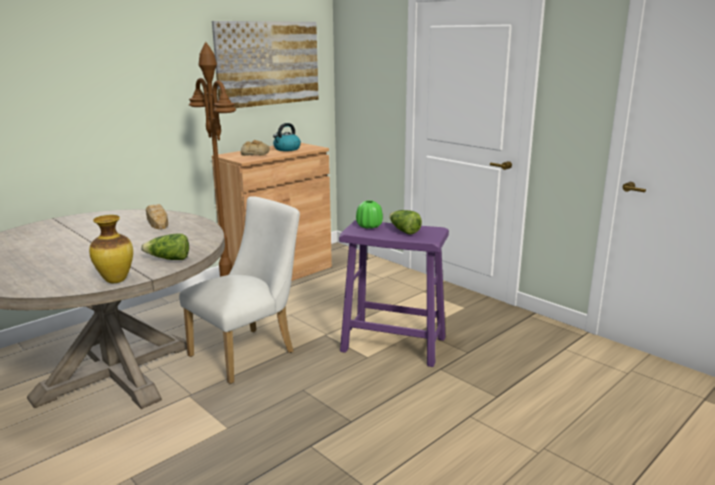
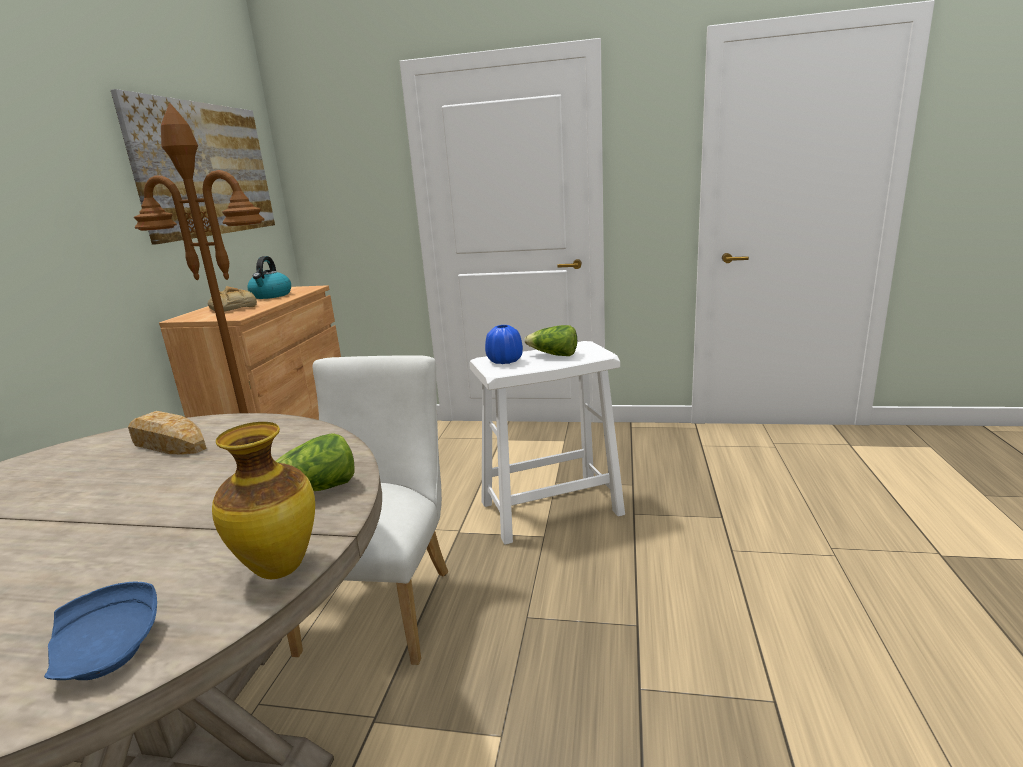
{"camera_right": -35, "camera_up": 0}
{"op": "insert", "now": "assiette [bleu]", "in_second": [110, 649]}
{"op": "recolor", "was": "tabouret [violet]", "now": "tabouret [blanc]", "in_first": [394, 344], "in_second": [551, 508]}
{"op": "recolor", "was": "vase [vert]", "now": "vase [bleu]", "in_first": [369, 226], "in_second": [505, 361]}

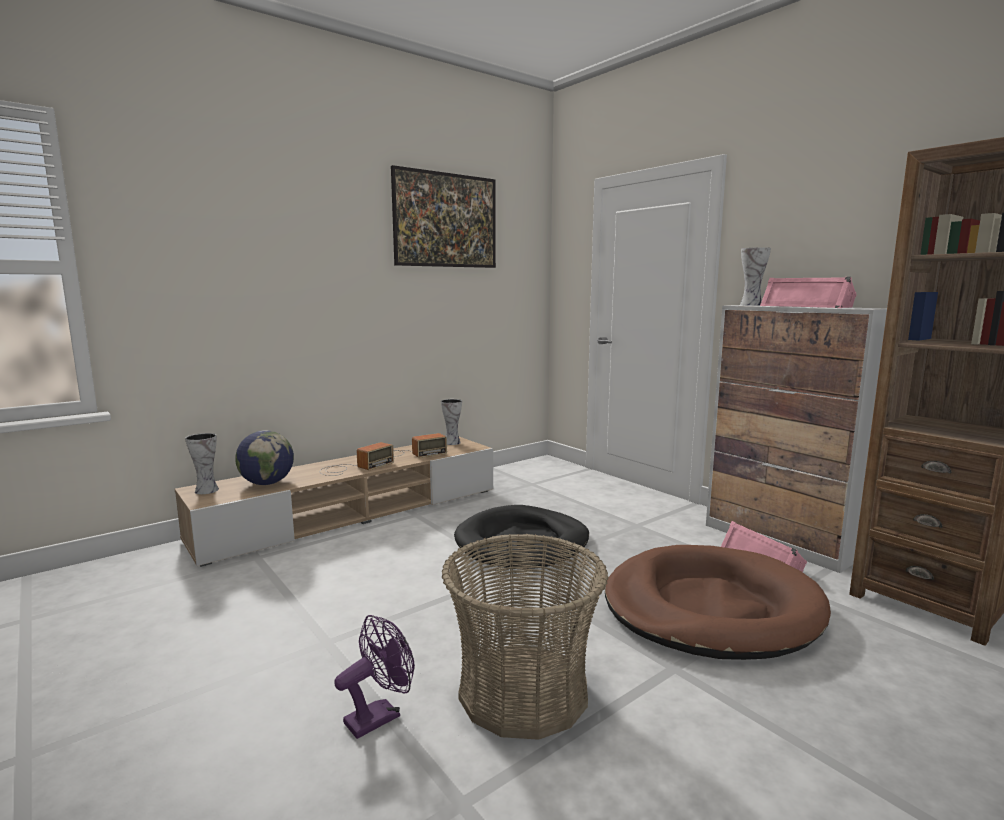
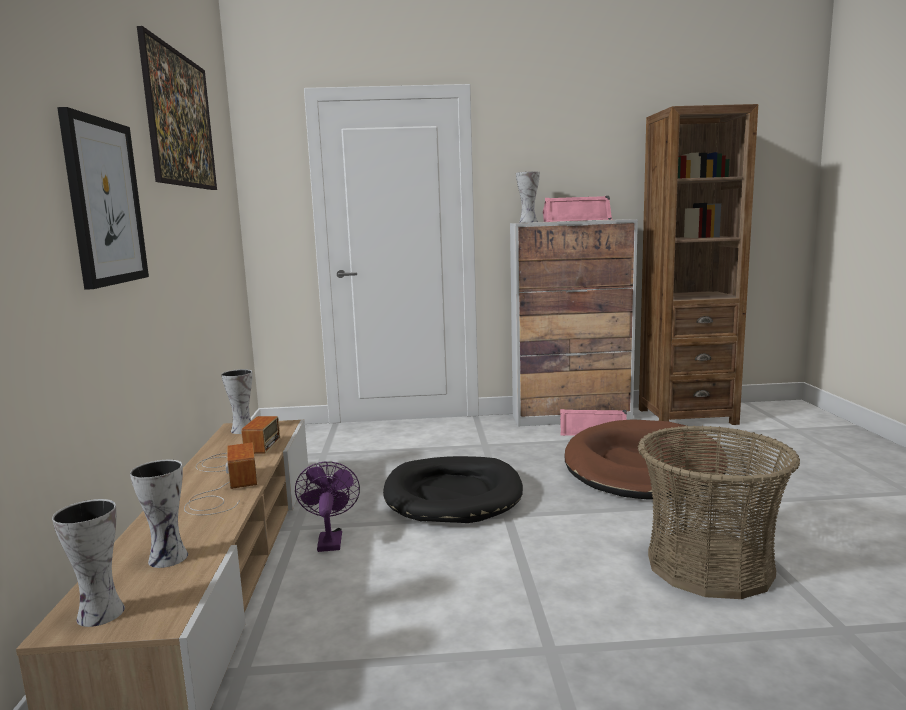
{"camera_right": -55, "camera_up": 0}
{"op": "insert", "now": "tableau", "in_second": [104, 202]}
{"op": "replace", "was": "globe", "now": "vase", "in_first": [267, 483], "in_second": [170, 557]}
{"op": "move", "was": "ventilateur [violet]", "in_first": [379, 716], "in_second": [330, 539]}

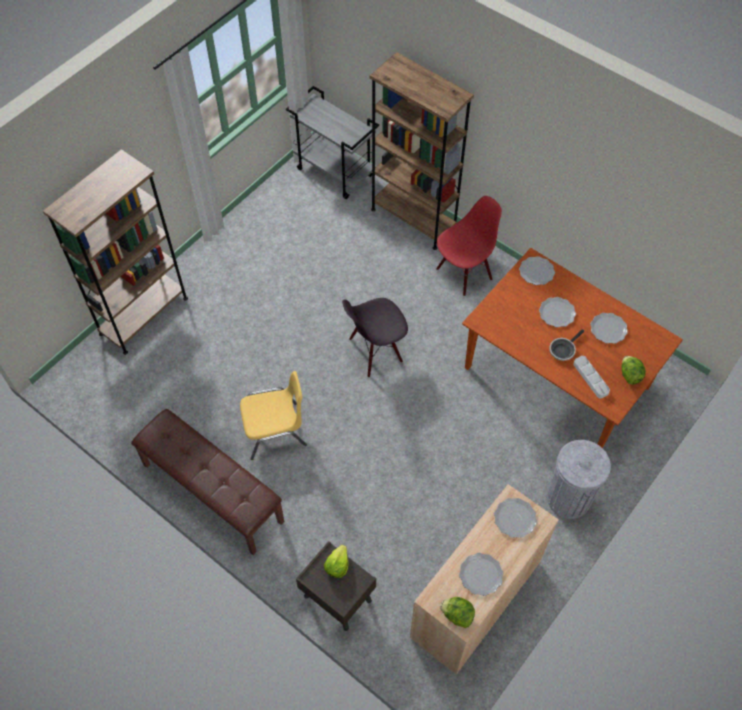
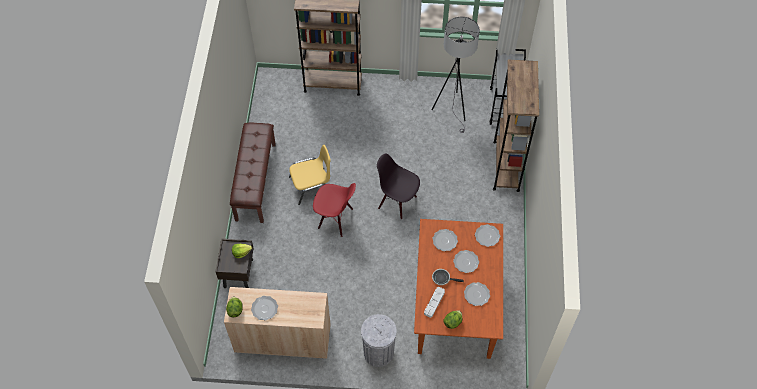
{"camera_right": 55, "camera_up": 0}
{"op": "rotate", "was": "chaise [jaune]", "in_first": [275, 430], "in_second": [312, 186], "clockwise": -60}
{"op": "move", "was": "chaise [rouge]", "in_first": [464, 273], "in_second": [335, 219]}
{"op": "insert", "now": "lampadaire [gris]", "in_second": [453, 109]}
{"op": "move", "was": "assiette", "in_first": [514, 518], "in_second": [444, 240]}

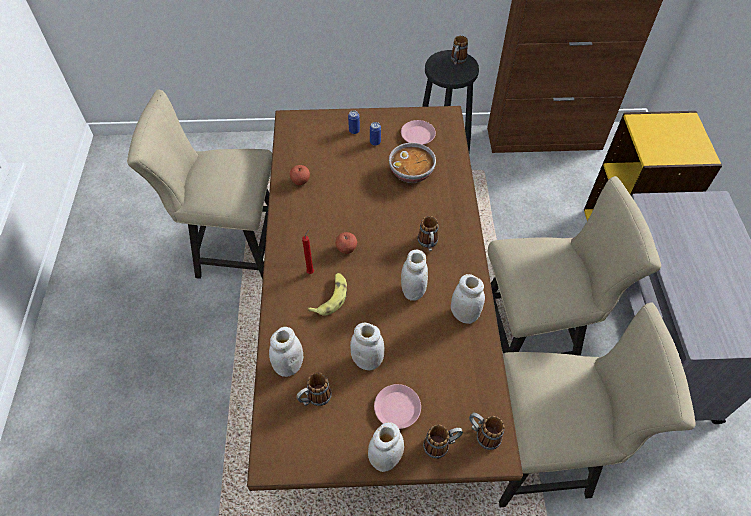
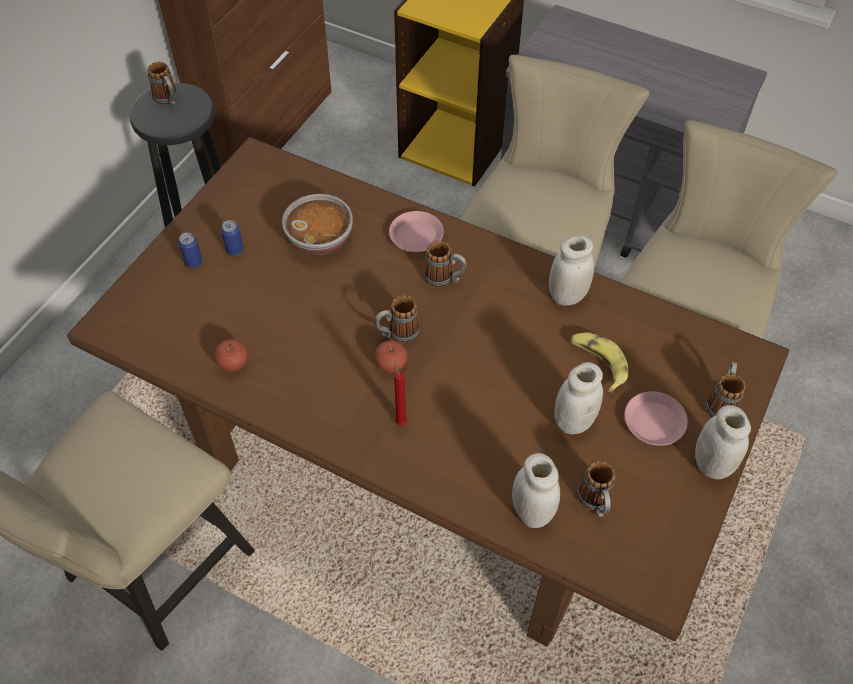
{"camera_right": -60, "camera_up": 0}
{"op": "move", "was": "mug", "in_first": [483, 435], "in_second": [397, 333]}
{"op": "move", "was": "assiette [rose]", "in_first": [417, 135], "in_second": [416, 236]}
{"op": "move", "was": "banane", "in_first": [331, 297], "in_second": [598, 363]}
{"op": "delete", "was": "bocal [blanc]", "in_first": [413, 291]}

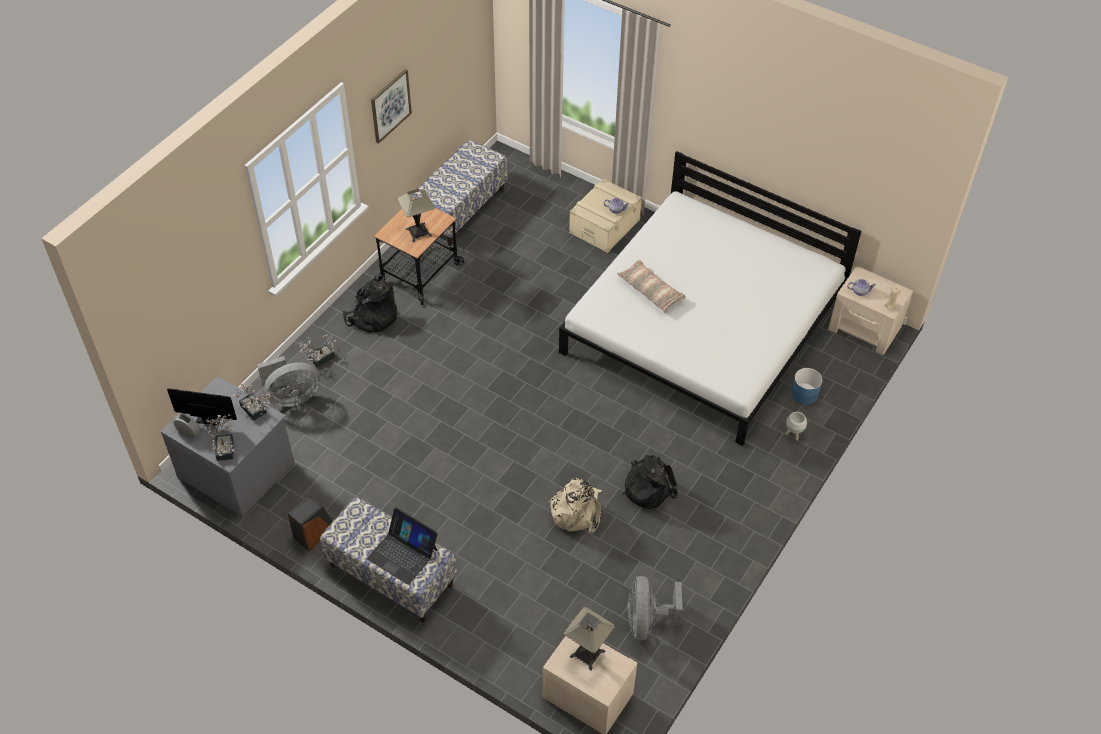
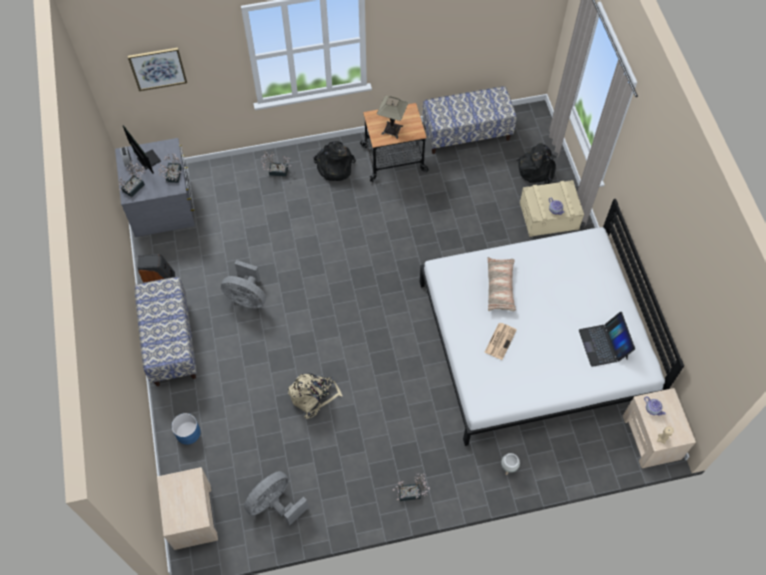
{"camera_right": 45, "camera_up": 10}
{"op": "move", "was": "tableau", "in_first": [390, 105], "in_second": [158, 68]}
{"op": "move", "was": "cache-pot [bleu]", "in_first": [804, 394], "in_second": [188, 433]}
{"op": "move", "was": "ventilateur [gris]", "in_first": [292, 397], "in_second": [247, 297]}
{"op": "insert", "now": "plante en pot", "in_second": [412, 493]}
{"op": "insert", "now": "journal", "in_second": [500, 340]}
{"op": "move", "was": "sac à dos [noir]", "in_first": [647, 487], "in_second": [536, 169]}
{"op": "move", "was": "ordinateur portable", "in_first": [403, 553], "in_second": [603, 344]}
{"op": "delete", "was": "lampe de table", "in_first": [587, 654]}

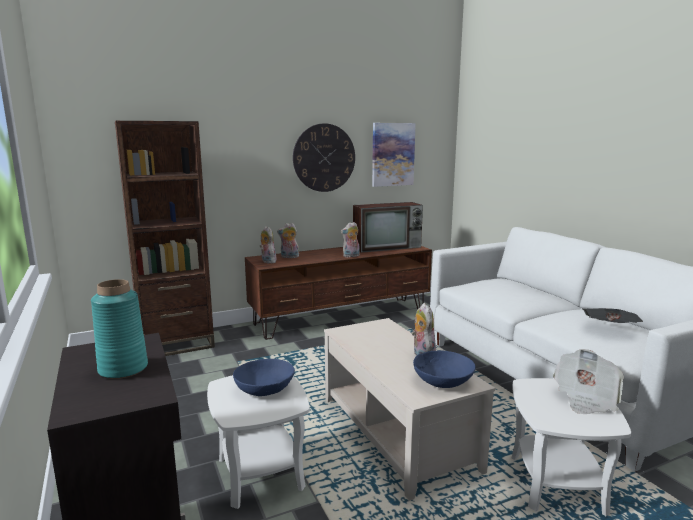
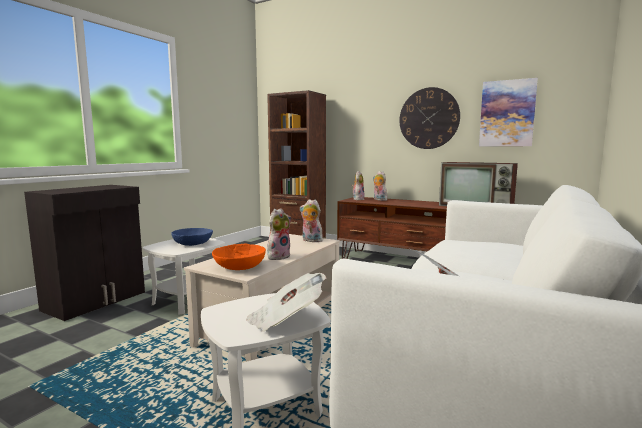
{"camera_right": 55, "camera_up": -5}
{"op": "recolor", "was": "bol [bleu]", "now": "bol [orange]", "in_first": [442, 381], "in_second": [239, 267]}
{"op": "move", "was": "peluche", "in_first": [351, 256], "in_second": [311, 240]}
{"op": "delete", "was": "vase [turquoise]", "in_first": [123, 369]}

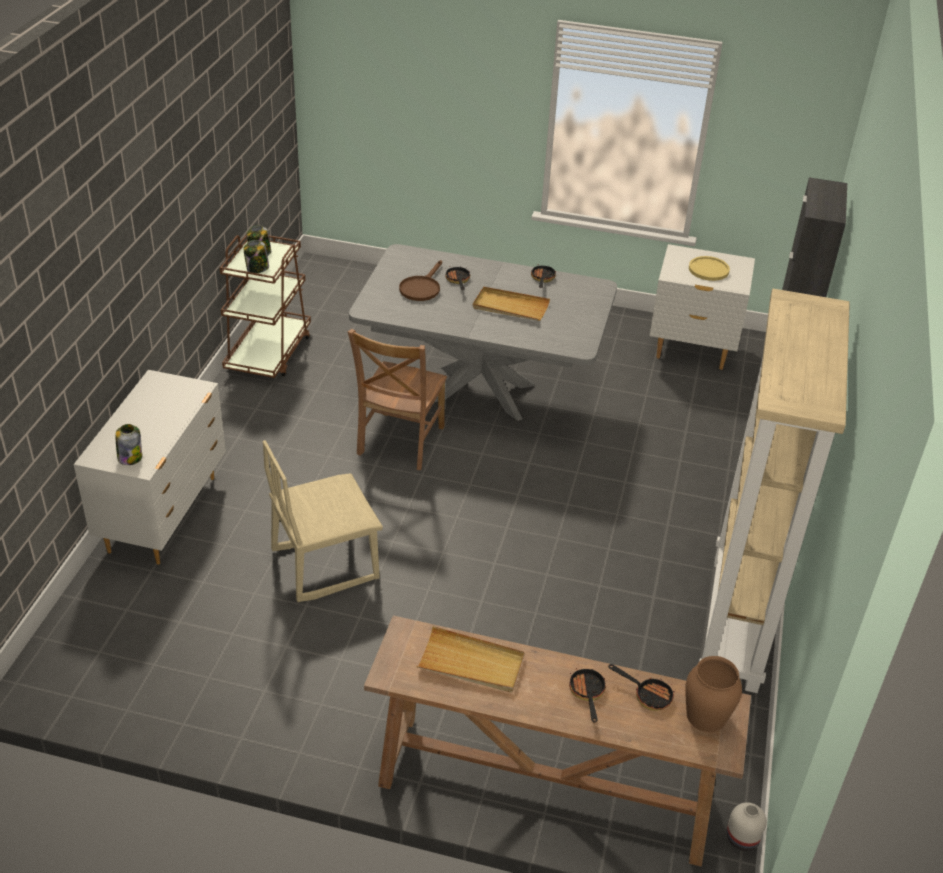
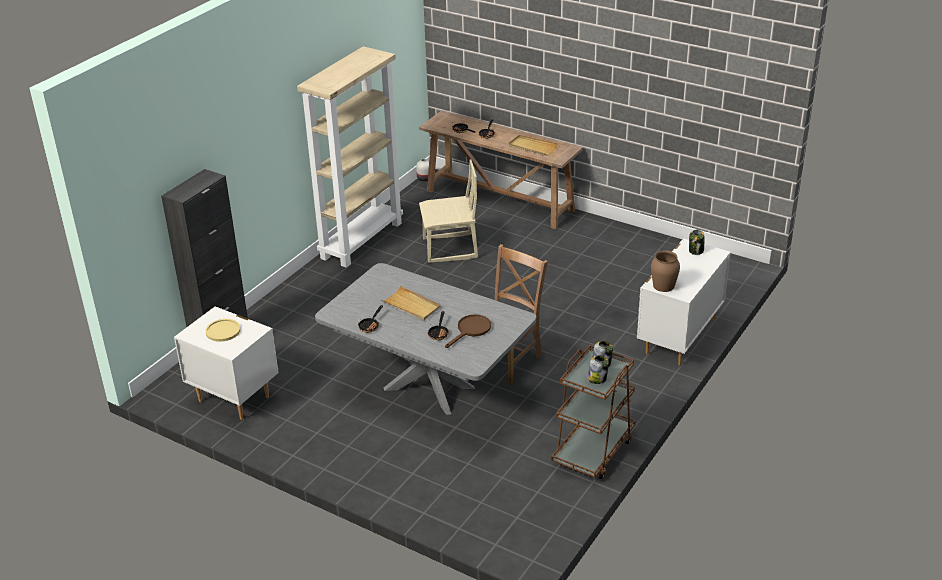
{"camera_right": -160, "camera_up": -5}
{"op": "move", "was": "chaise [beige]", "in_first": [324, 564], "in_second": [450, 249]}
{"op": "move", "was": "vase [marron]", "in_first": [707, 715], "in_second": [663, 285]}

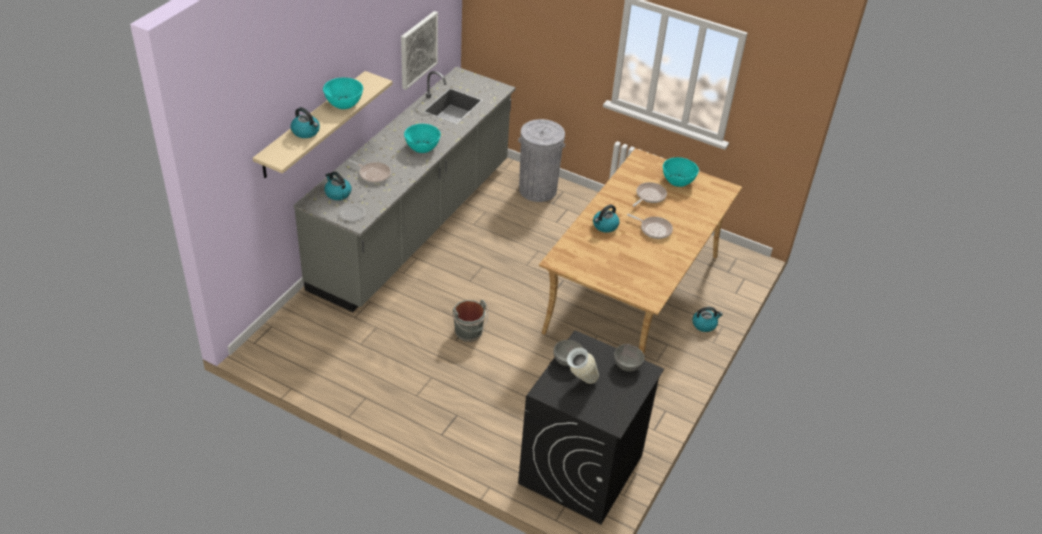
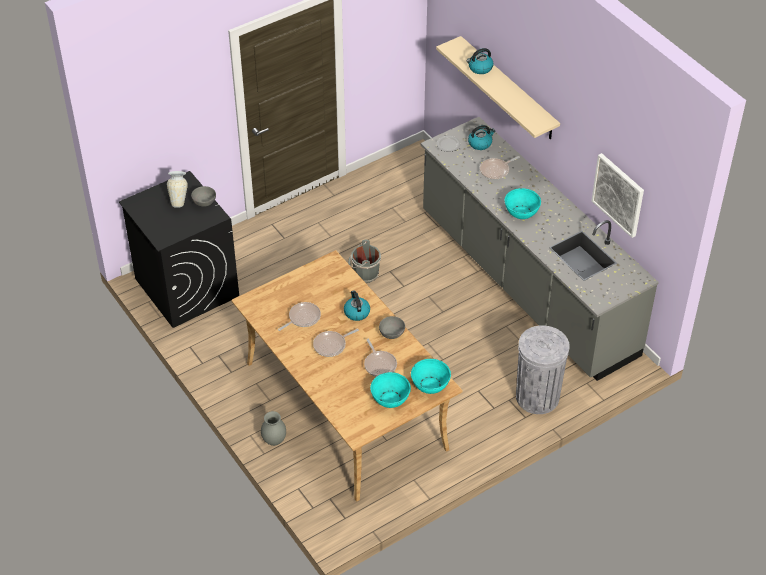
{"camera_right": 120, "camera_up": 5}
{"op": "replace", "was": "bouilloire", "now": "vase [gris]", "in_first": [704, 324], "in_second": [274, 440]}
{"op": "insert", "now": "poêle", "in_second": [302, 318]}
{"op": "move", "was": "bol [gris]", "in_first": [627, 364], "in_second": [392, 334]}
{"op": "move", "was": "bol [turquoise]", "in_first": [344, 103], "in_second": [430, 385]}

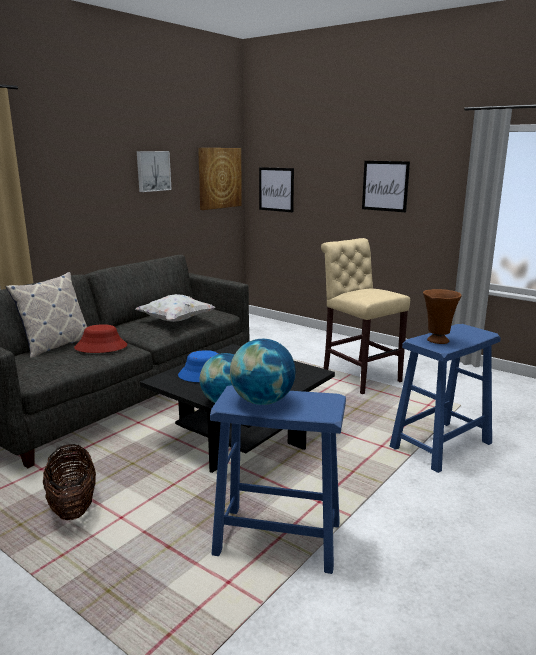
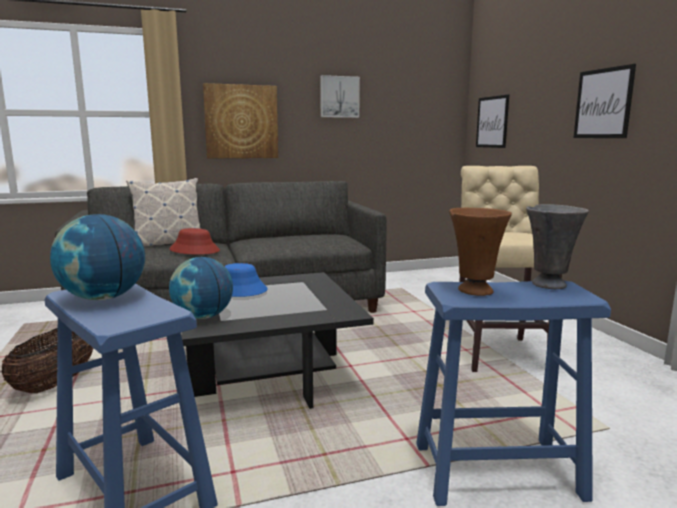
{"camera_right": 35, "camera_up": -5}
{"op": "move", "was": "tableau", "in_first": [219, 178], "in_second": [241, 122]}
{"op": "insert", "now": "vase [gris]", "in_second": [549, 284]}
{"op": "delete", "was": "coussin [blanc]", "in_first": [176, 321]}

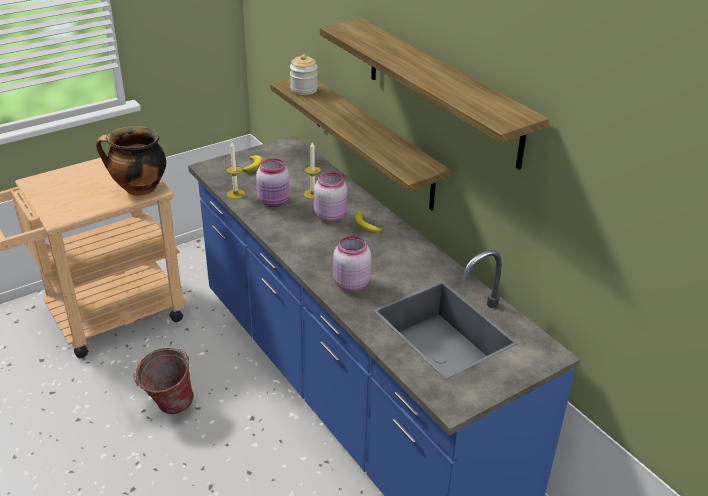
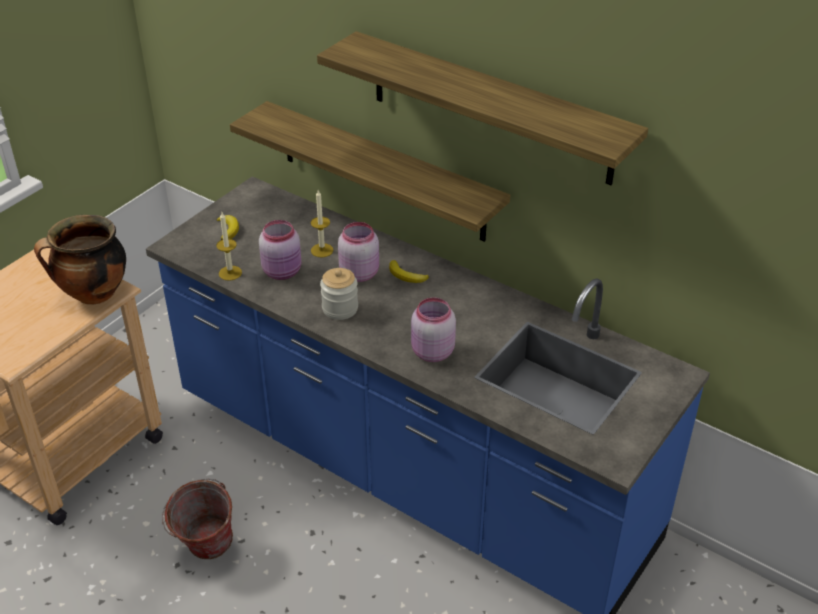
{"camera_right": -20, "camera_up": 5}
{"op": "move", "was": "bocal", "in_first": [304, 89], "in_second": [340, 308]}

